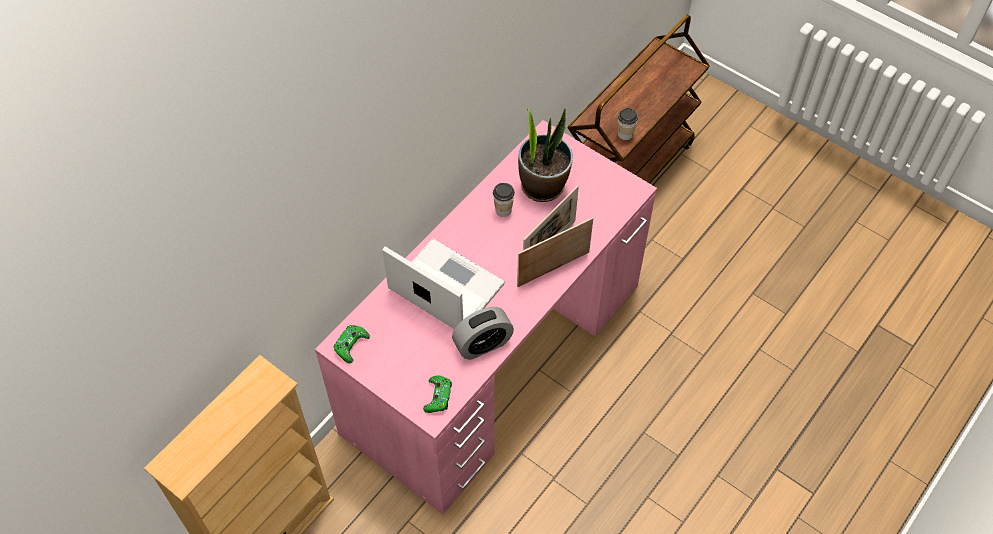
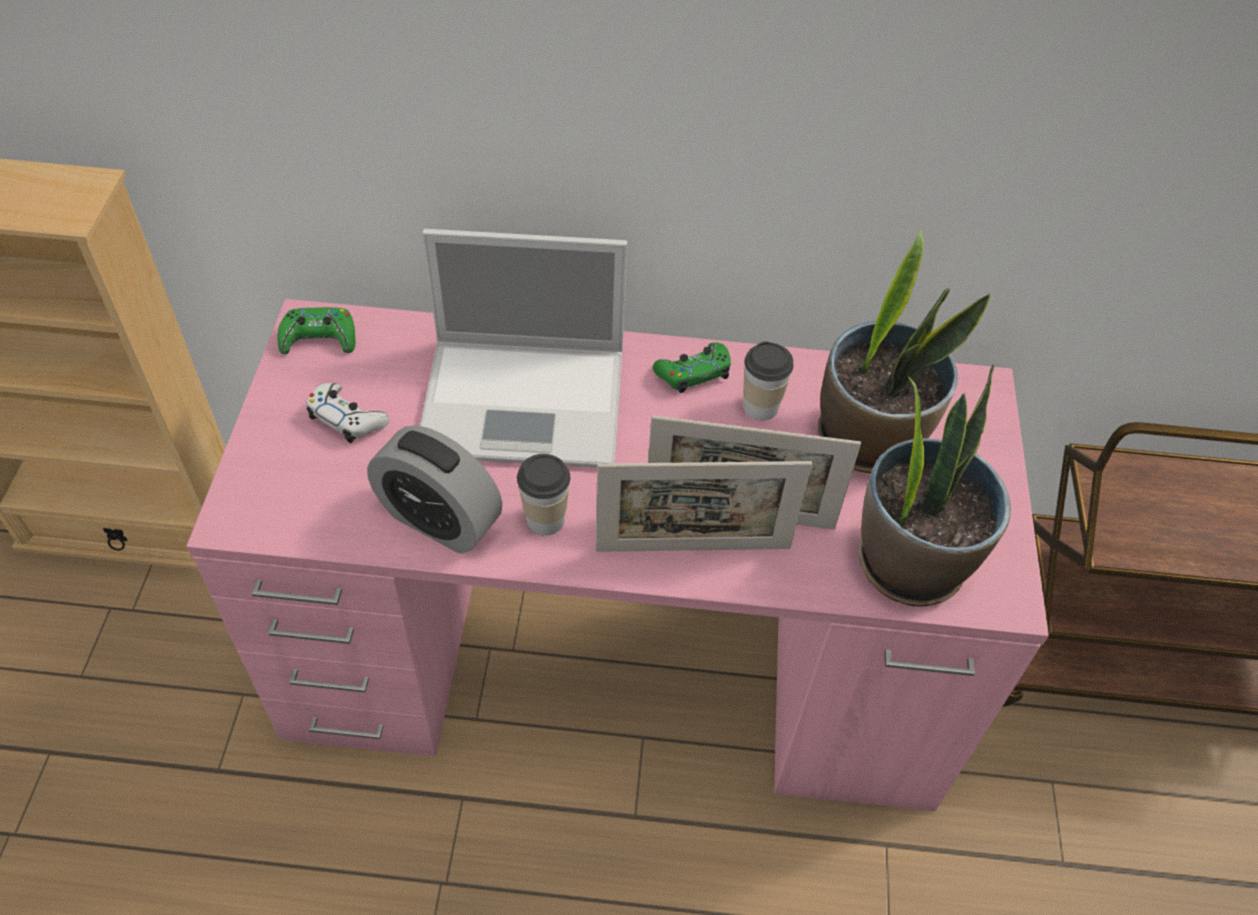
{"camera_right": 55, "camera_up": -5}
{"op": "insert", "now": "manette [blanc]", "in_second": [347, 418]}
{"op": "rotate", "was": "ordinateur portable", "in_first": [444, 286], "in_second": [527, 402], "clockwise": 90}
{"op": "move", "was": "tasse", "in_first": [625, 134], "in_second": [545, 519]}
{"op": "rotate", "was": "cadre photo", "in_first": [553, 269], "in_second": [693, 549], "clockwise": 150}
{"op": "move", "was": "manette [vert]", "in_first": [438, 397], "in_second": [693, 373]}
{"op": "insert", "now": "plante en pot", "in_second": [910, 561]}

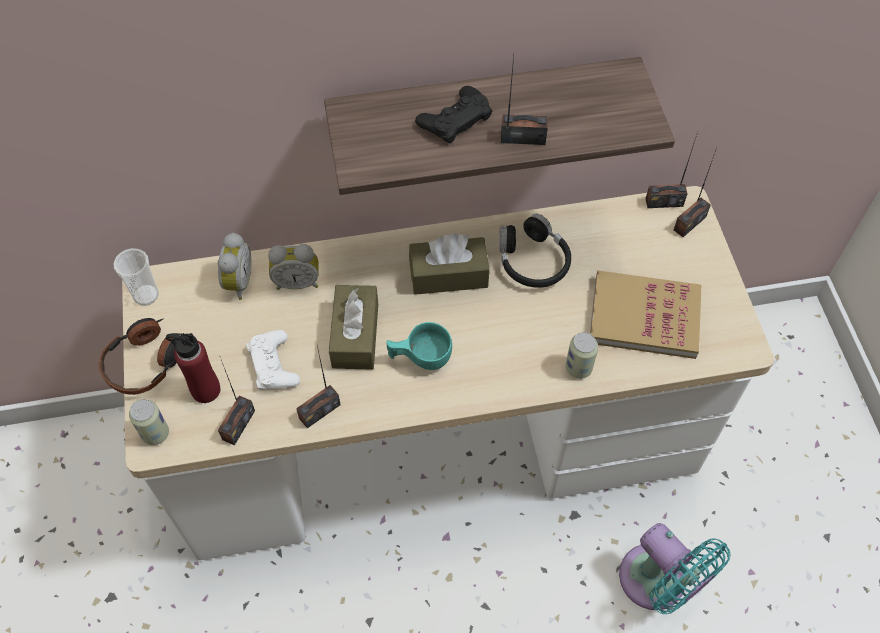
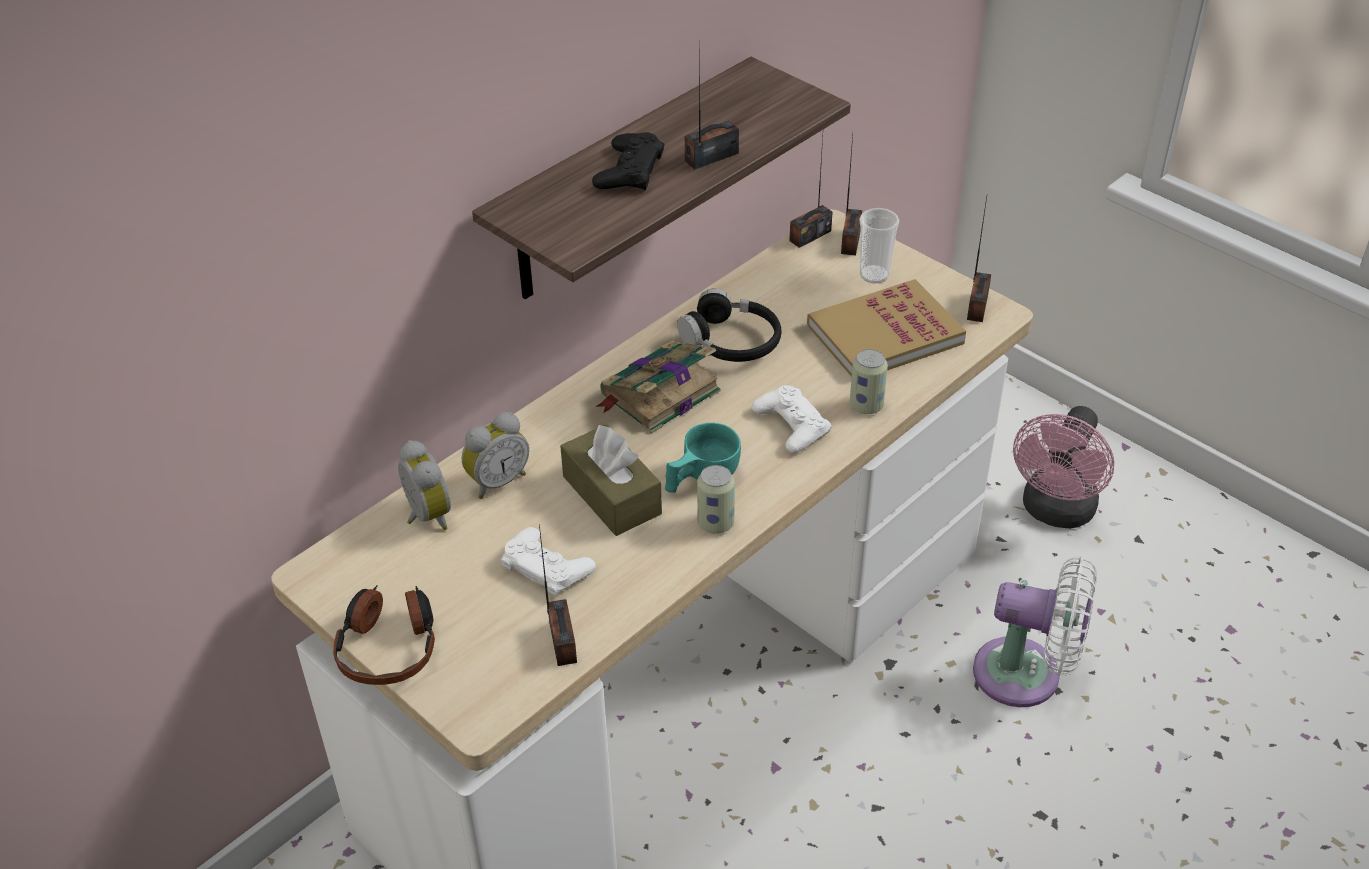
{"camera_right": -35, "camera_up": -15}
{"op": "replace", "was": "boîte à mouchoirs [marron]", "now": "livre", "in_first": [448, 275], "in_second": [658, 394]}
{"op": "move", "was": "boîte métallique", "in_first": [155, 433], "in_second": [715, 523]}
{"op": "insert", "now": "manette [blanc]", "in_second": [791, 425]}
{"op": "move", "was": "tasse", "in_first": [146, 295], "in_second": [874, 275]}
{"op": "move", "was": "radio", "in_first": [319, 411], "in_second": [977, 307]}
{"op": "recolor", "was": "ventilateur [turquoise]", "now": "ventilateur [blanc]", "in_first": [658, 583], "in_second": [1026, 675]}
{"op": "insert", "now": "ventilateur [rose]", "in_second": [1055, 512]}
{"op": "delete", "was": "bouteille [rouge]", "in_first": [205, 390]}

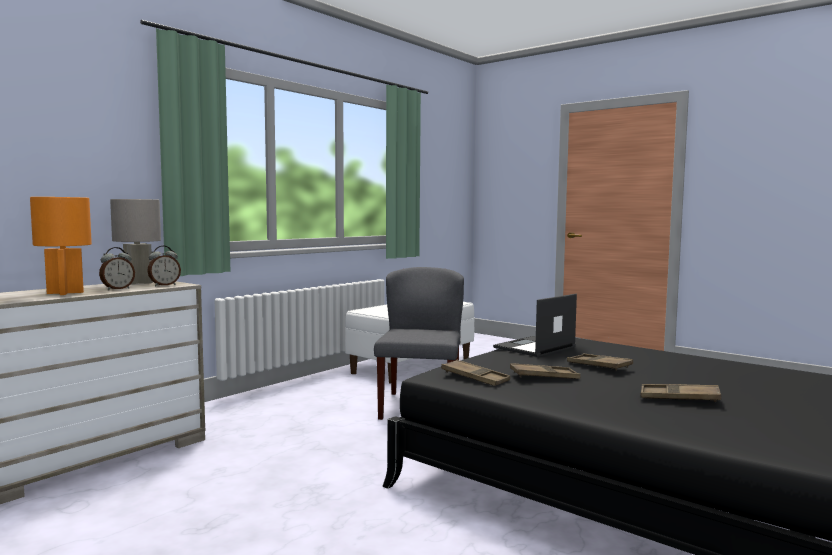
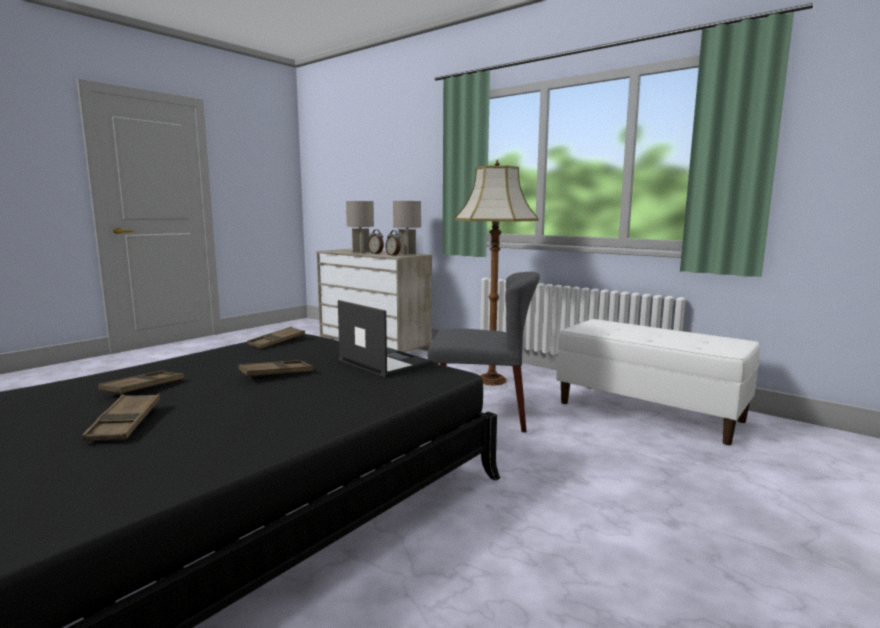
{"camera_right": 90, "camera_up": 5}
{"op": "move", "was": "plateau [marron]", "in_first": [544, 376], "in_second": [125, 423]}
{"op": "recolor", "was": "lampe de table [orange]", "now": "lampe de table [gris]", "in_first": [64, 293], "in_second": [360, 252]}
{"op": "insert", "now": "lampadaire", "in_second": [491, 381]}

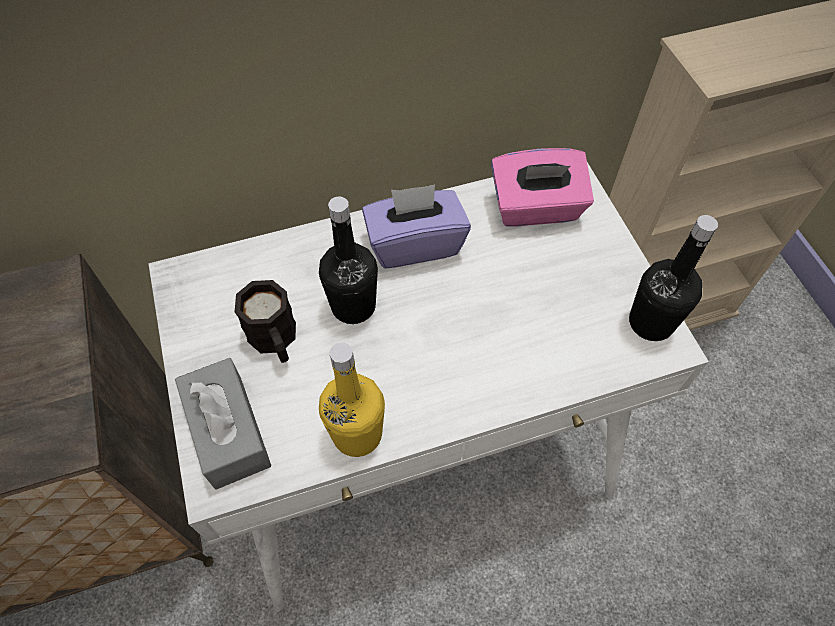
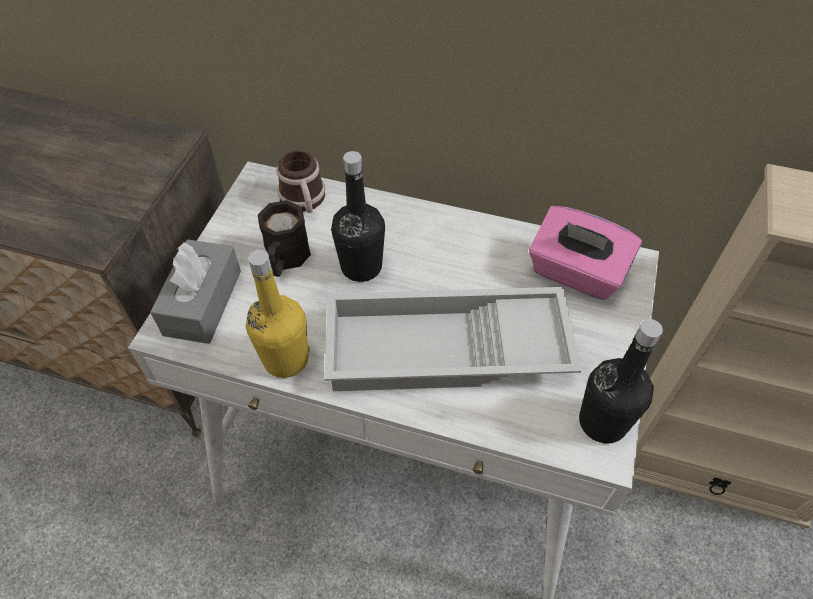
{"camera_right": 35, "camera_up": -5}
{"op": "insert", "now": "mug", "in_second": [304, 202]}
{"op": "insert", "now": "plateau [blanc]", "in_second": [445, 352]}
{"op": "delete", "was": "boîte à mouchoirs [violet]", "in_first": [415, 244]}

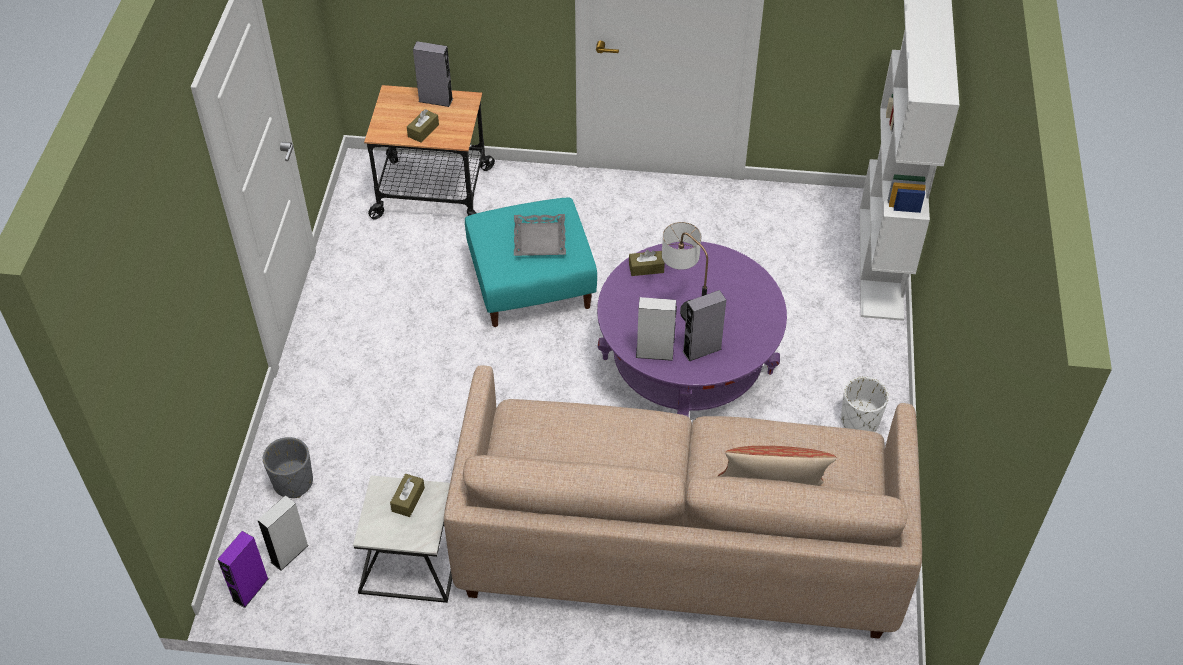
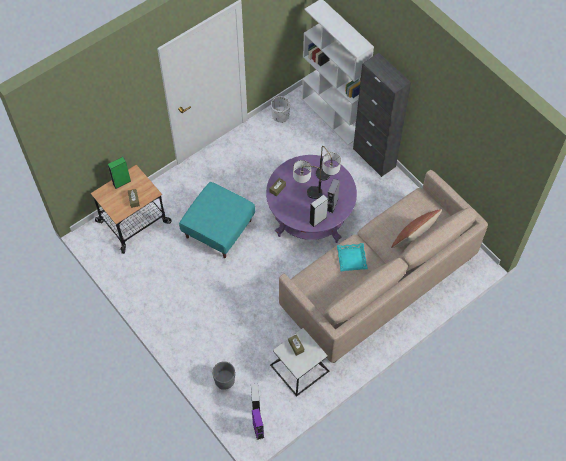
{"camera_right": -45, "camera_up": 10}
{"op": "recolor", "was": "enceinte [gris]", "now": "enceinte [vert]", "in_first": [435, 100], "in_second": [121, 182]}
{"op": "move", "was": "cache-pot [blanc]", "in_first": [859, 421], "in_second": [280, 116]}
{"op": "insert", "now": "lampe de table", "in_second": [327, 179]}
{"op": "insert", "now": "plateau [turquoise]", "in_second": [352, 259]}
{"op": "insert", "now": "meuble de rangement [noir]", "in_second": [374, 157]}
{"op": "delete", "was": "plateau [gris]", "in_first": [540, 239]}

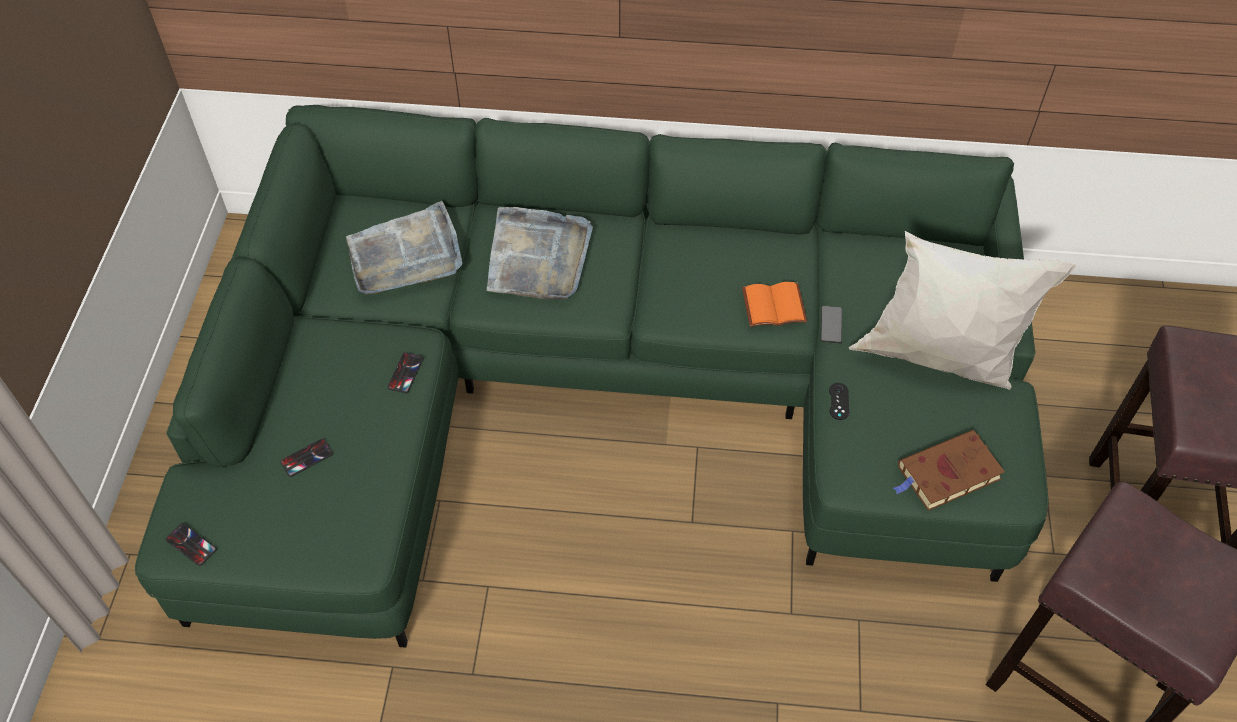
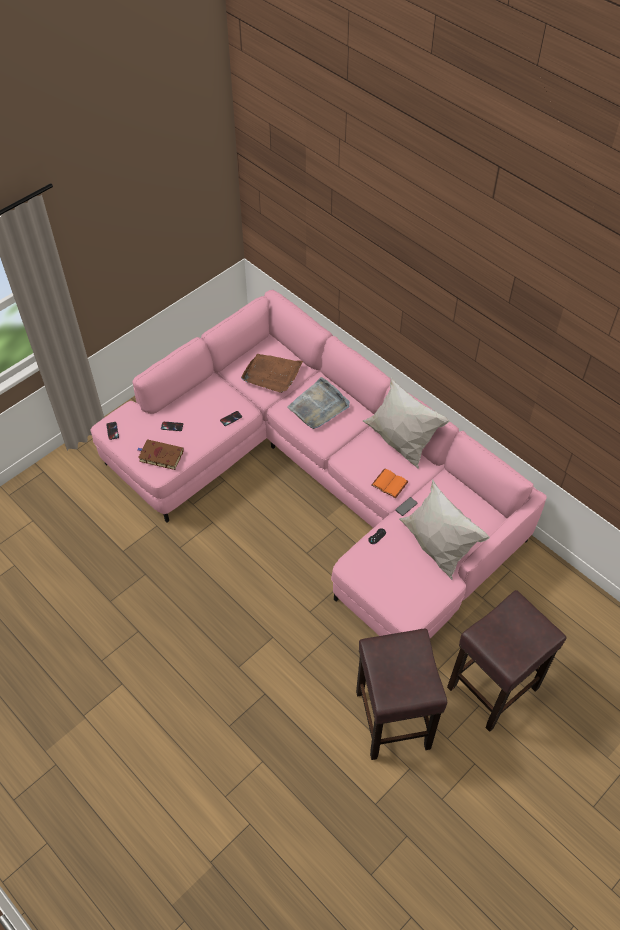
{"camera_right": 40, "camera_up": 0}
{"op": "recolor", "was": "canapé [vert]", "now": "canapé [rose]", "in_first": [598, 390], "in_second": [320, 480]}
{"op": "move", "was": "livre [marron]", "in_first": [946, 474], "in_second": [160, 456]}
{"op": "recolor", "was": "plateau [gris]", "now": "plateau [marron]", "in_first": [405, 255], "in_second": [272, 374]}
{"op": "insert", "now": "coussin [blanc]", "in_second": [400, 444]}

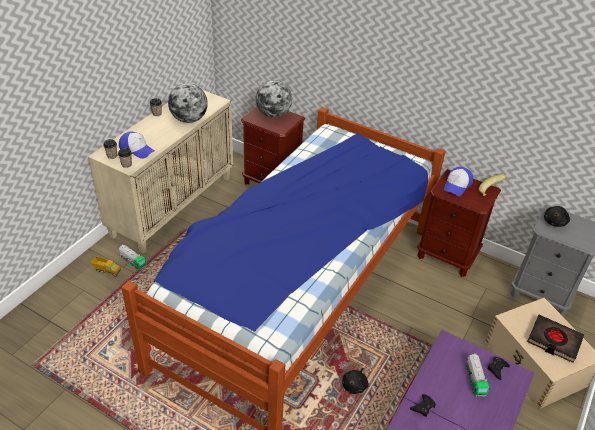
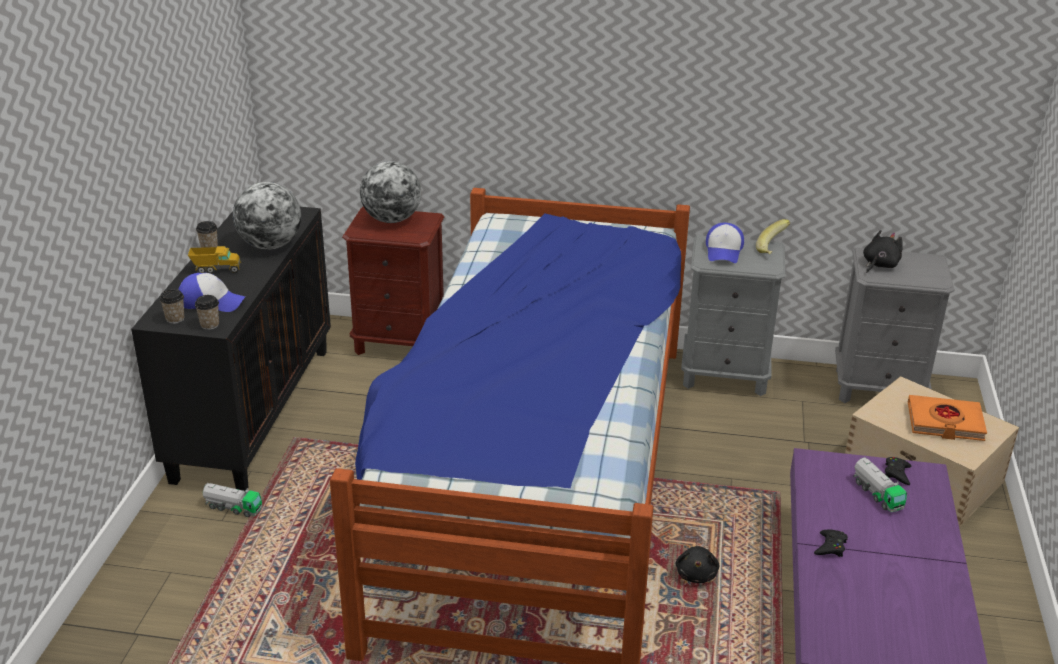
{"camera_right": -20, "camera_up": -10}
{"op": "recolor", "was": "meuble de rangement [beige]", "now": "meuble de rangement [noir]", "in_first": [173, 205], "in_second": [253, 411]}
{"op": "move", "was": "camion jouet", "in_first": [107, 271], "in_second": [216, 270]}
{"op": "recolor", "was": "table de chevet [marron]", "now": "table de chevet [gris]", "in_first": [447, 256], "in_second": [725, 375]}
{"op": "rotate", "was": "peluche [noir]", "in_first": [554, 222], "in_second": [879, 265], "clockwise": -150}
{"op": "recolor", "was": "livre [noir]", "now": "livre [orange]", "in_first": [554, 340], "in_second": [945, 423]}

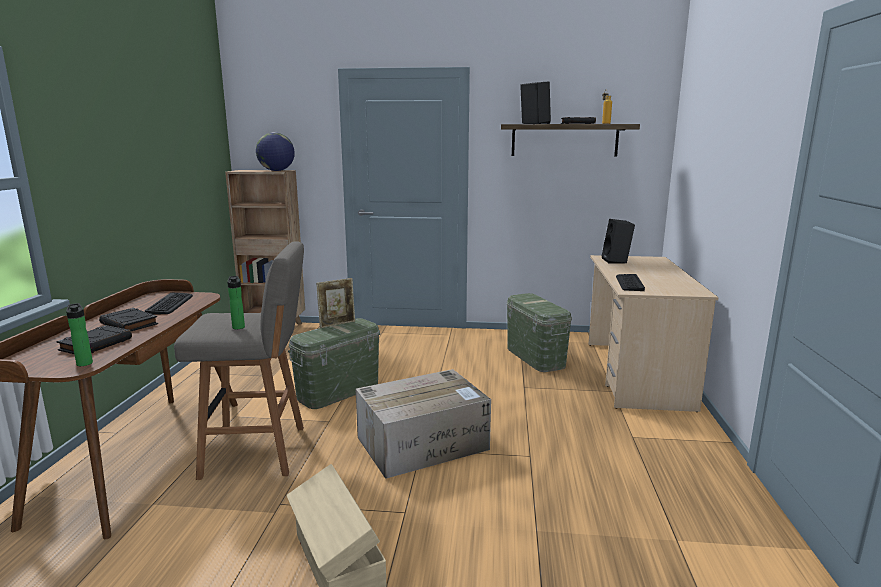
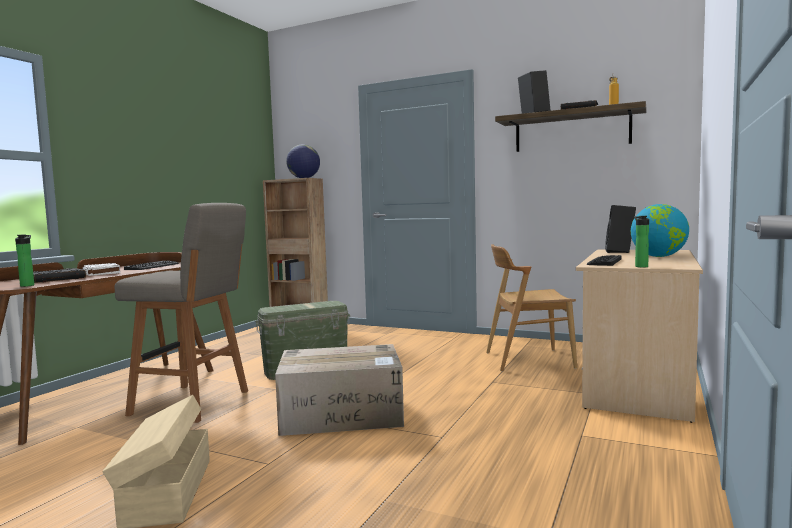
{"camera_right": 20, "camera_up": -10}
{"op": "recolor", "was": "livre [noir]", "now": "livre [blanc]", "in_first": [130, 324], "in_second": [102, 273]}
{"op": "replace", "was": "boîte de rangement [vert]", "now": "chaise [marron]", "in_first": [535, 357], "in_second": [528, 360]}
{"op": "insert", "now": "globe", "in_second": [659, 256]}
{"op": "move", "was": "bouteille", "in_first": [238, 327], "in_second": [640, 266]}
{"op": "delete", "was": "cadre photo", "in_first": [337, 324]}

